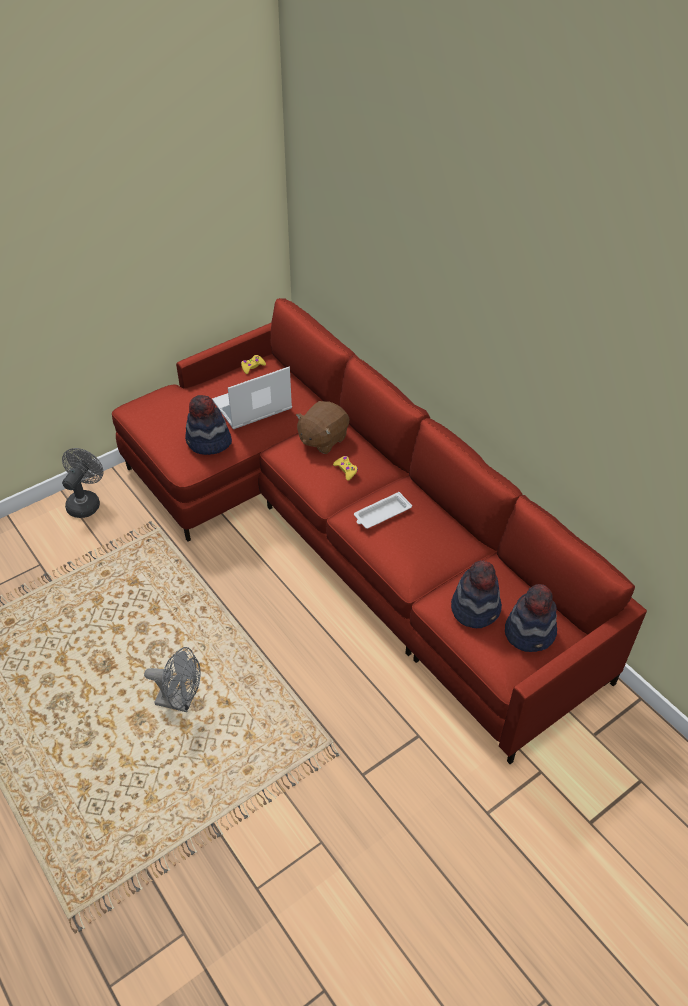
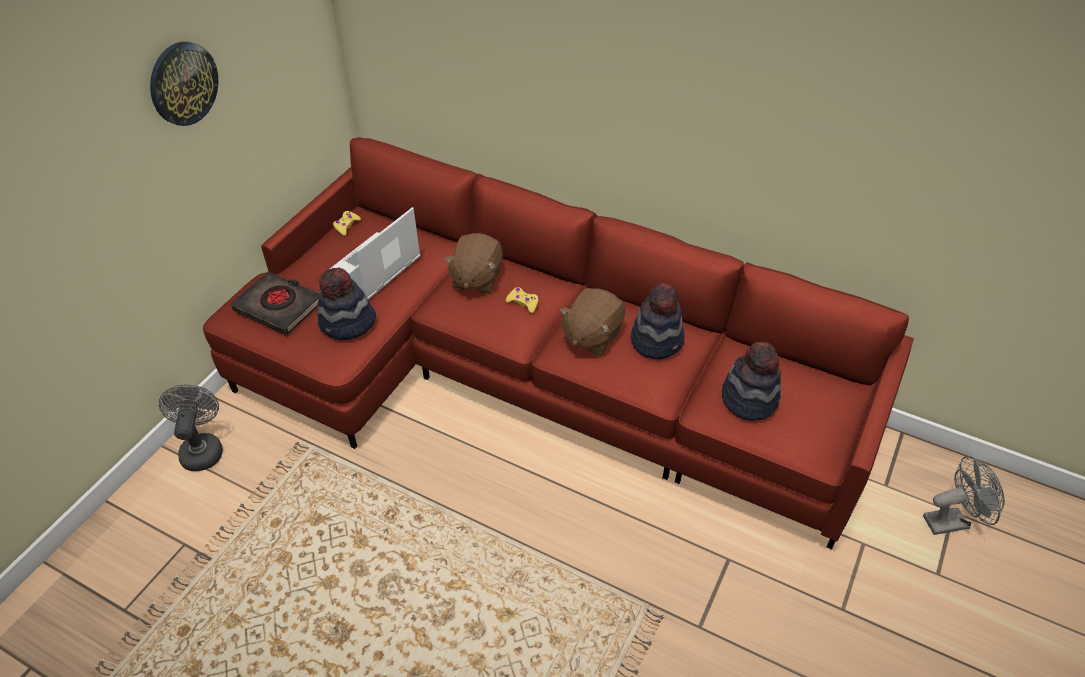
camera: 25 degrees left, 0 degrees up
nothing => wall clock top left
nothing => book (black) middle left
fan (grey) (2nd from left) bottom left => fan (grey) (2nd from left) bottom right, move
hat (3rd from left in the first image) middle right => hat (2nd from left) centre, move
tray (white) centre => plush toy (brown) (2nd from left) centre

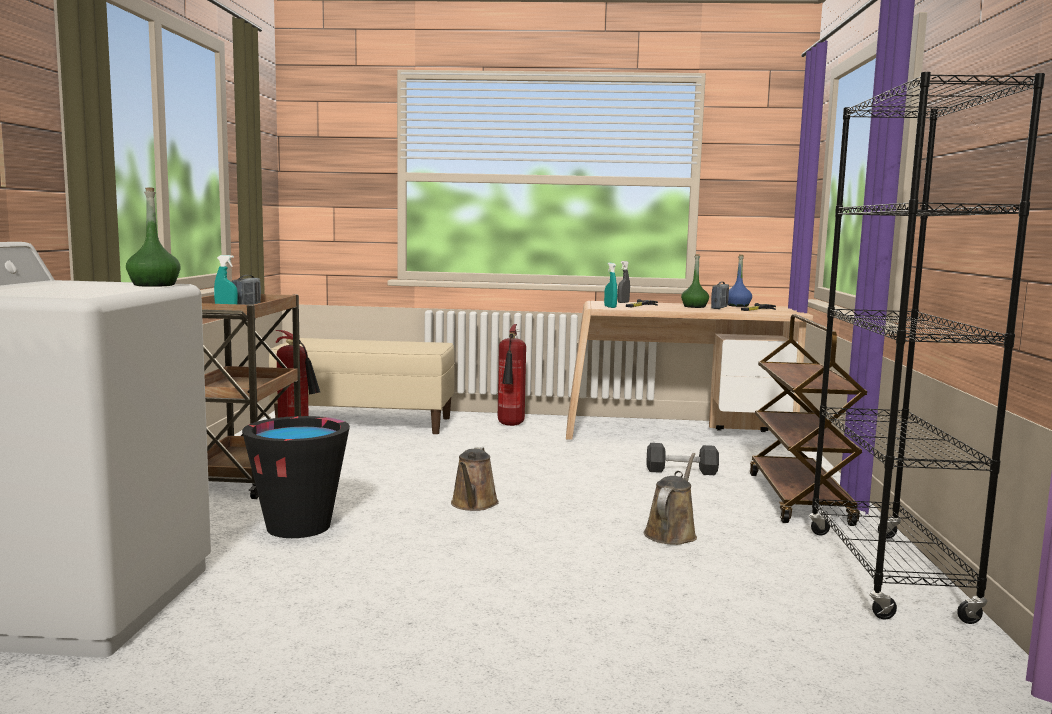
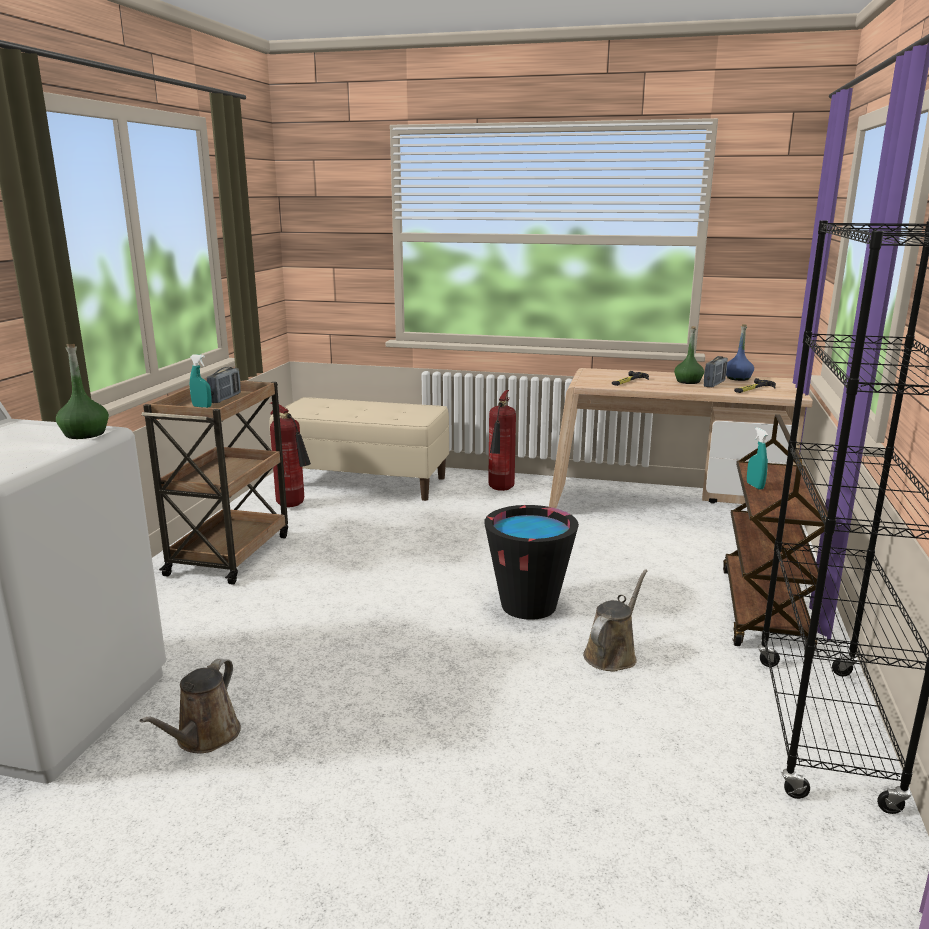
camera: 10 degrees right, 10 degrees up
spray bottle (grey) centre => nothing
dumbbell (black) centre => nothing
bucket (black) bottom left => bucket (black) centre, move
watering can (brown) (1st from left) bottom centre => watering can (brown) (1st from left) bottom left, move
spray bottle (turquoise) (2nd from left) centre => spray bottle (turquoise) (2nd from left) middle right, move

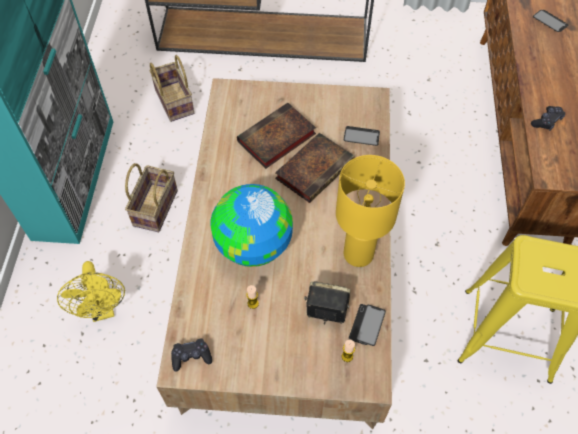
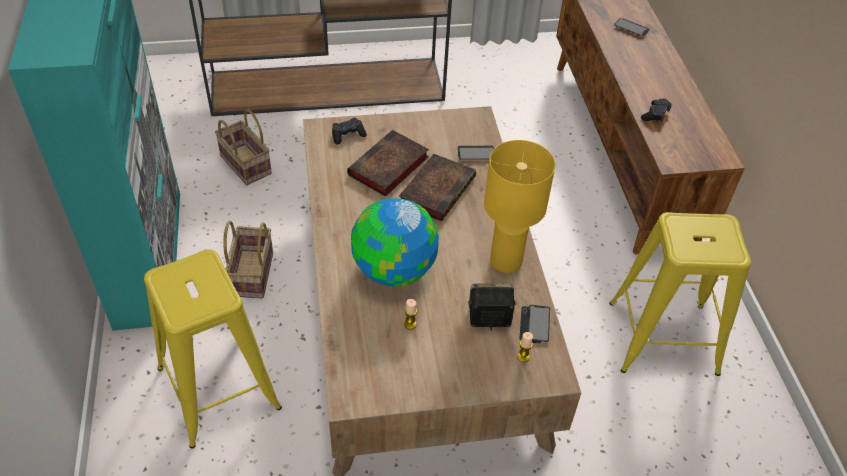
camera: 15 degrees left, 10 degrees down
game controller (black) (1st from left) bottom left => game controller (black) (1st from left) top centre, move
fan (yellow) bottom left => stool (yellow) (1st from left) bottom left

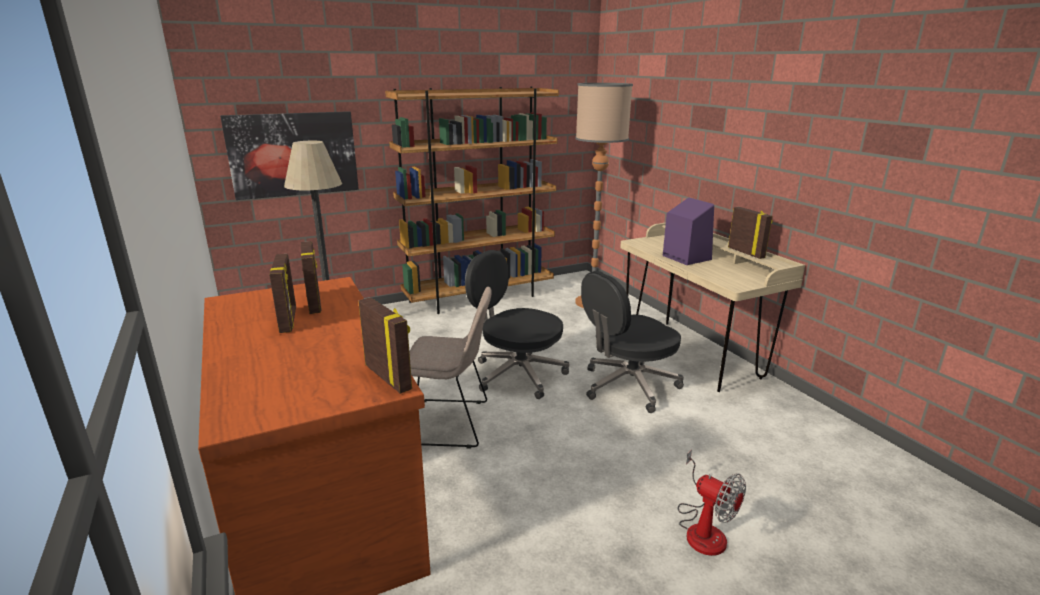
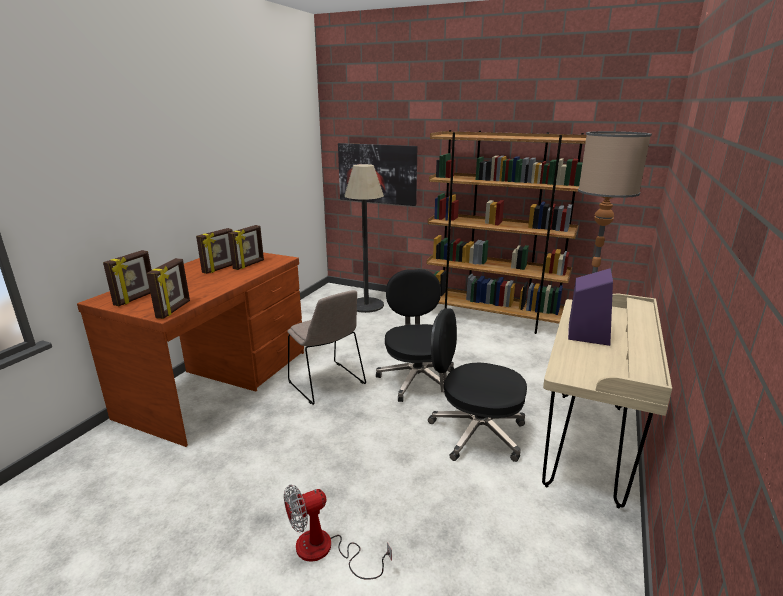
camera: 50 degrees right, 0 degrees up
picture frame (4th from left in the first image) middle right => picture frame (1st from left) middle left, move
fan bottom right => fan bottom centre, 60 degrees clockwise

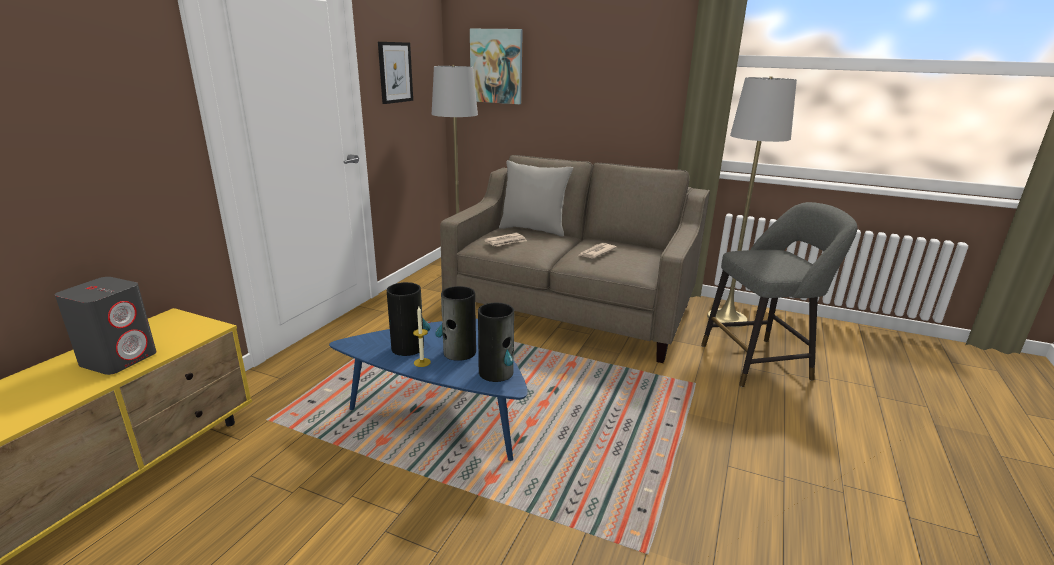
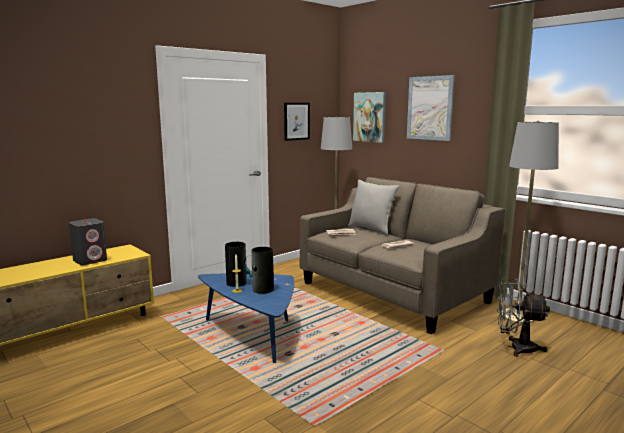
camera: 25 degrees right, 10 degrees down
vase (3rd from left) centre => nothing
nothing => picture (3rd from left) top right
stool (grey) middle right => fan (grey) bottom right

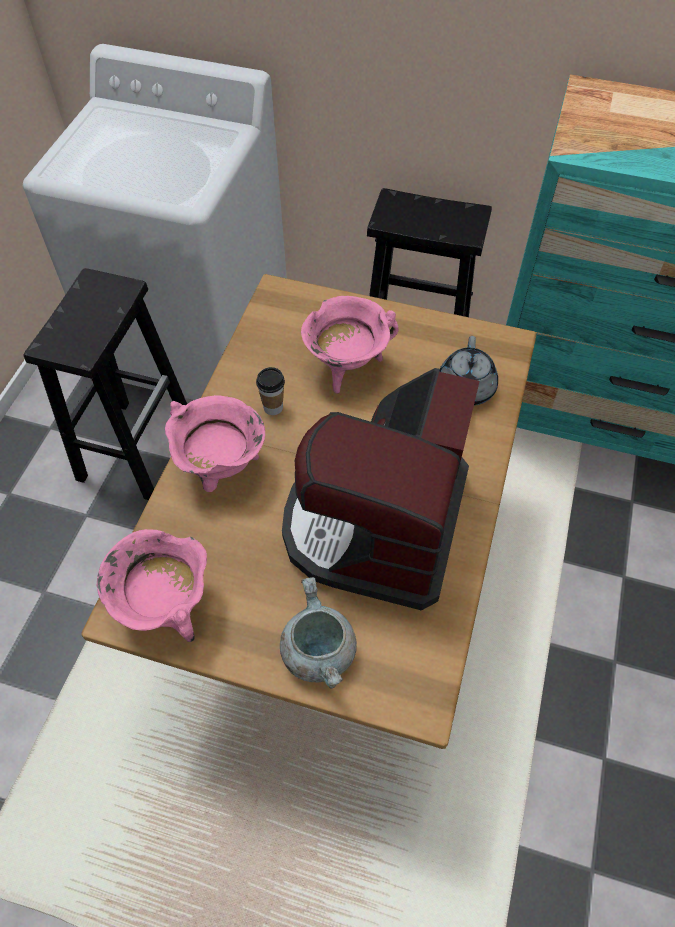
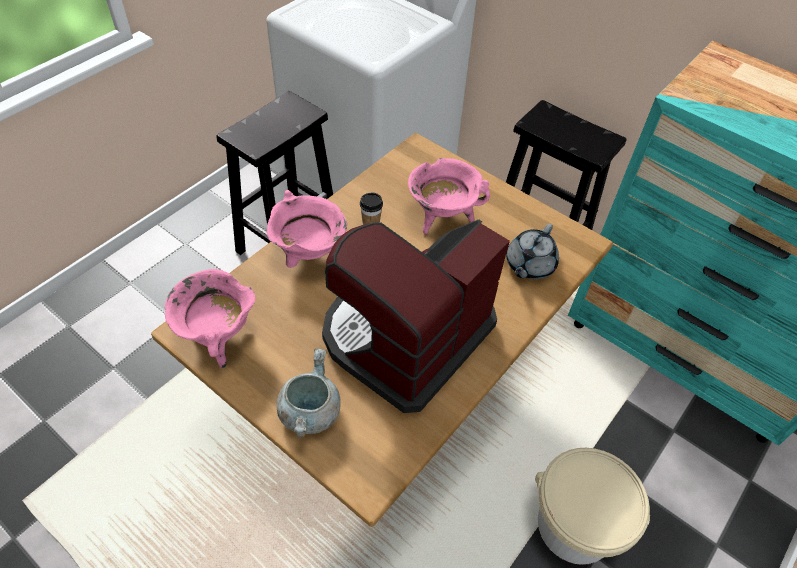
camera: 20 degrees right, 5 degrees down
nothing => bucket (beige) bottom right

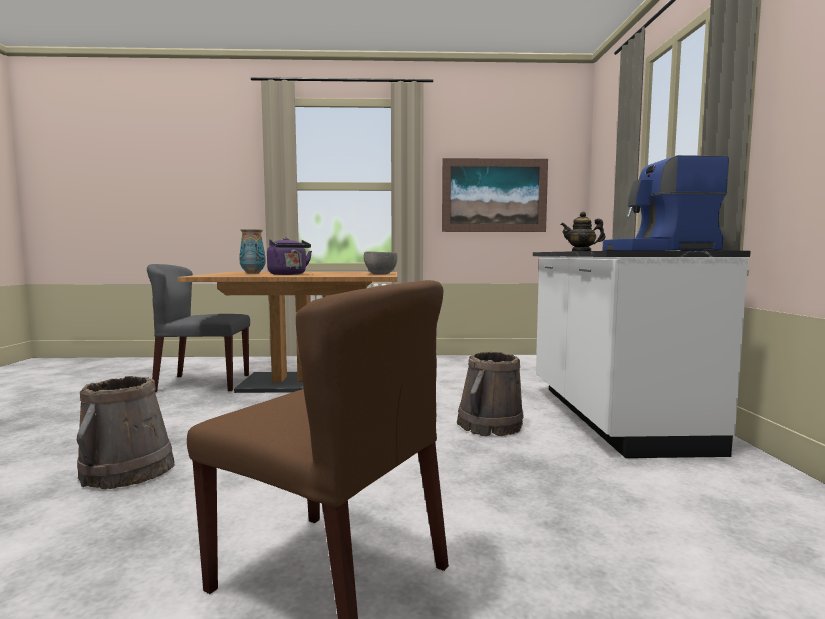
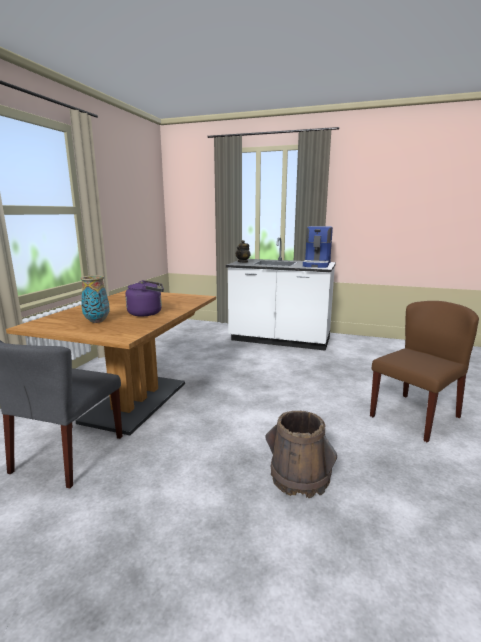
camera: 70 degrees left, 10 degrees up
bowl (grey) centre => nothing
picture top centre => nothing
bucket (brown) (2nd from left) centre => nothing

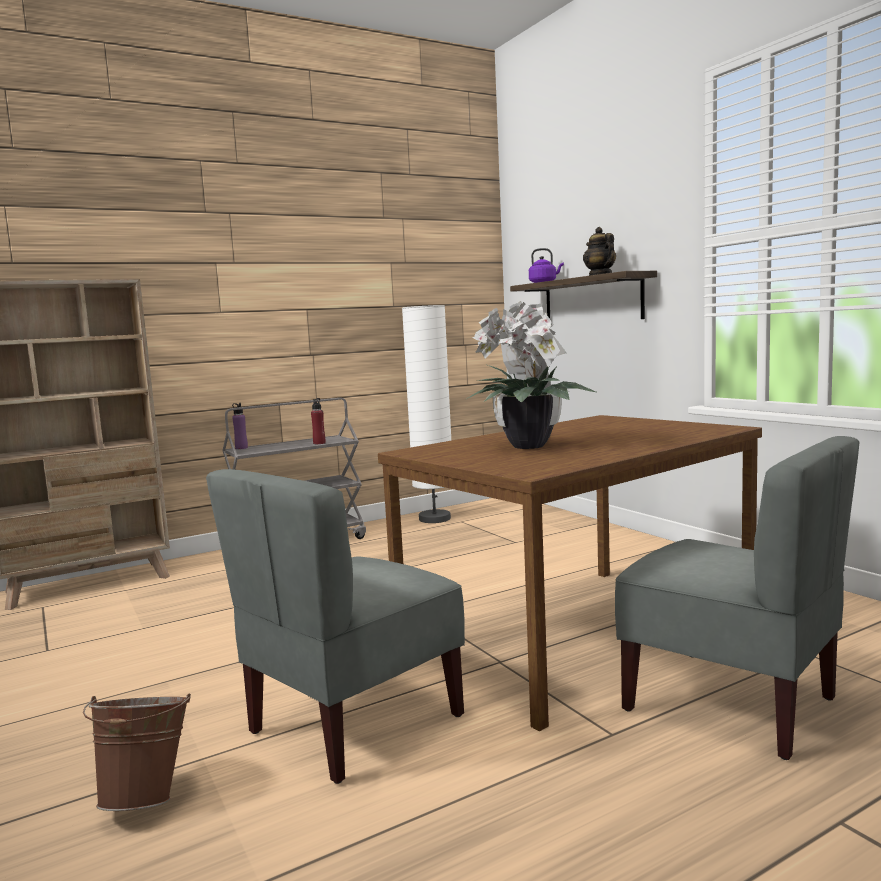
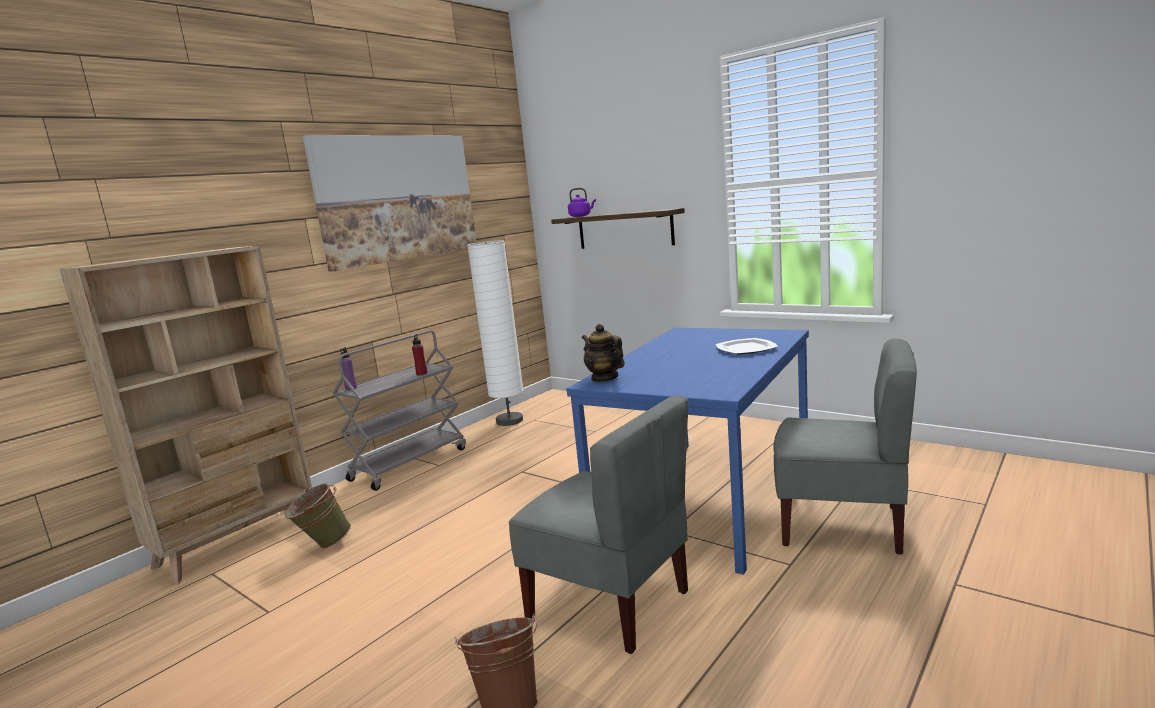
camera: 20 degrees left, 5 degrees up
potted plant centre => nothing
nothing => bucket (green) bottom left
nothing => picture top centre
nothing => plate centre
teapot top right => teapot centre, move
dining table (brown) centre => dining table (blue) centre
chair (grey) (1st from left) bottom centre, 75 degrees counterclockwise

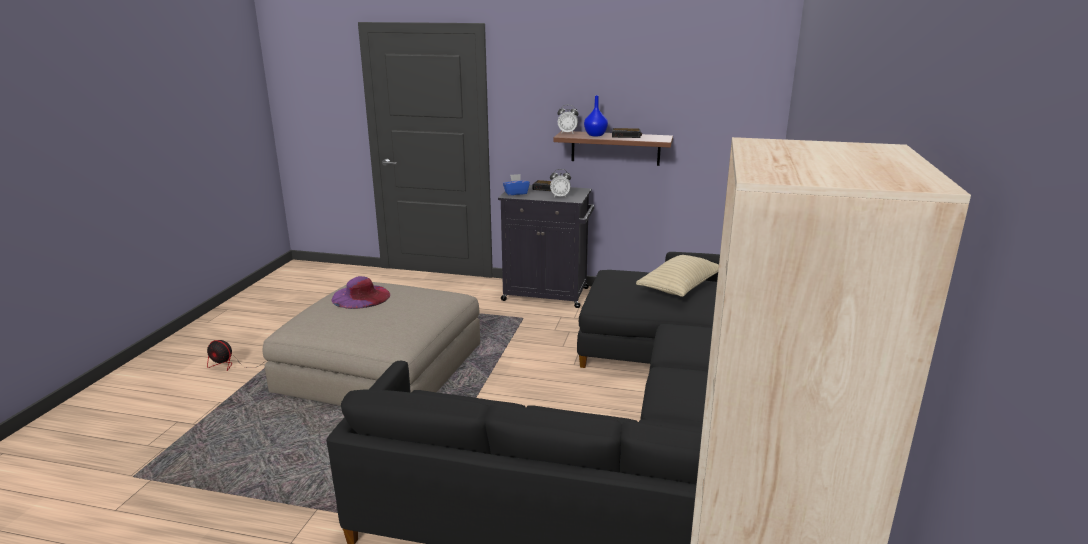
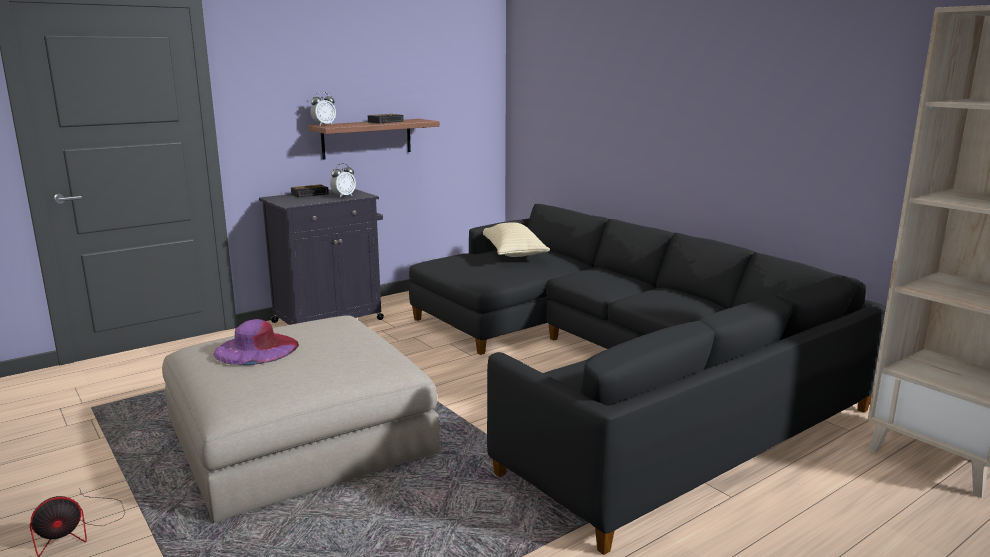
camera: 50 degrees left, 5 degrees down
tissue box (blue) centre => nothing
vase (blue) top centre => nothing

